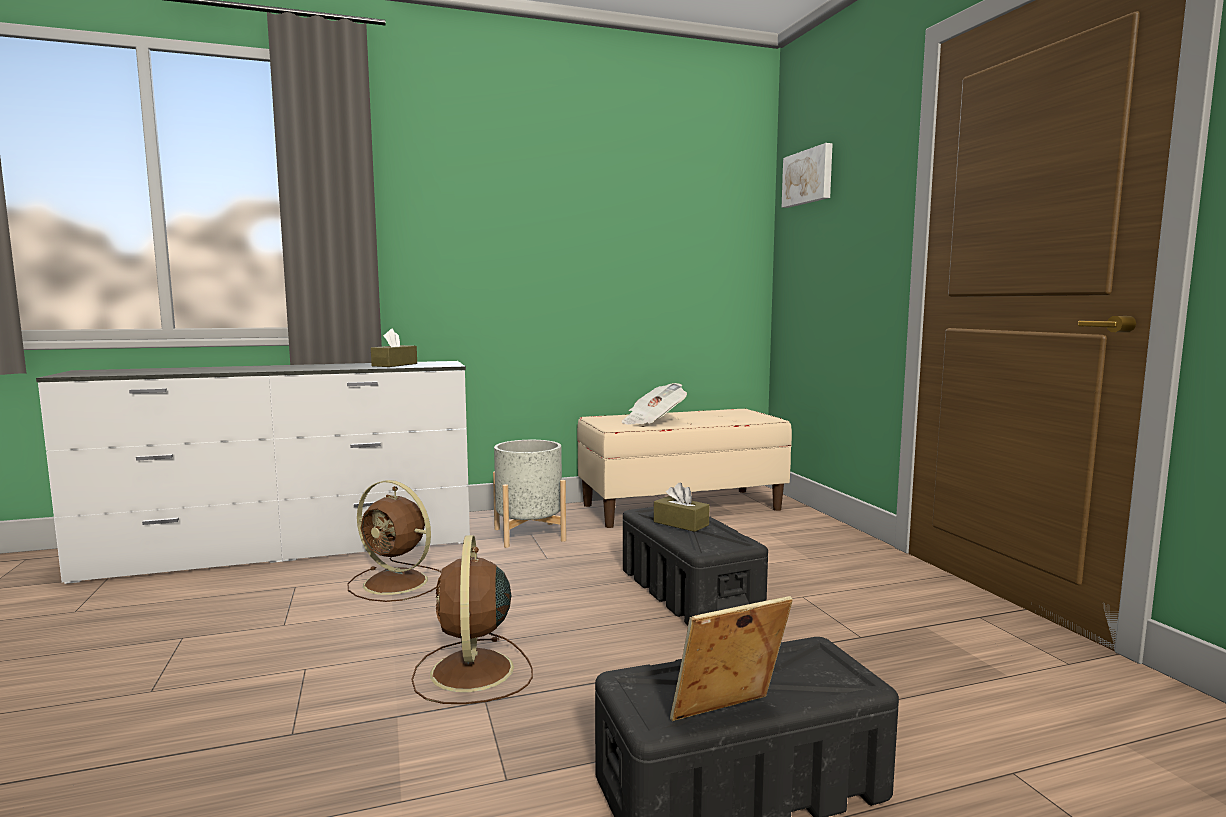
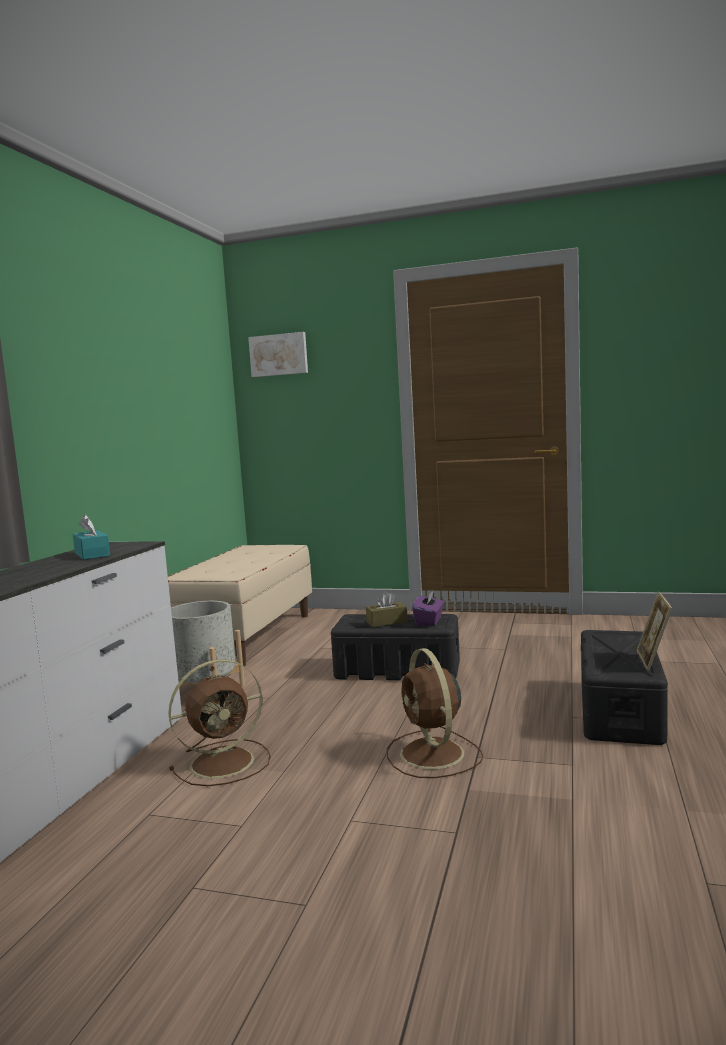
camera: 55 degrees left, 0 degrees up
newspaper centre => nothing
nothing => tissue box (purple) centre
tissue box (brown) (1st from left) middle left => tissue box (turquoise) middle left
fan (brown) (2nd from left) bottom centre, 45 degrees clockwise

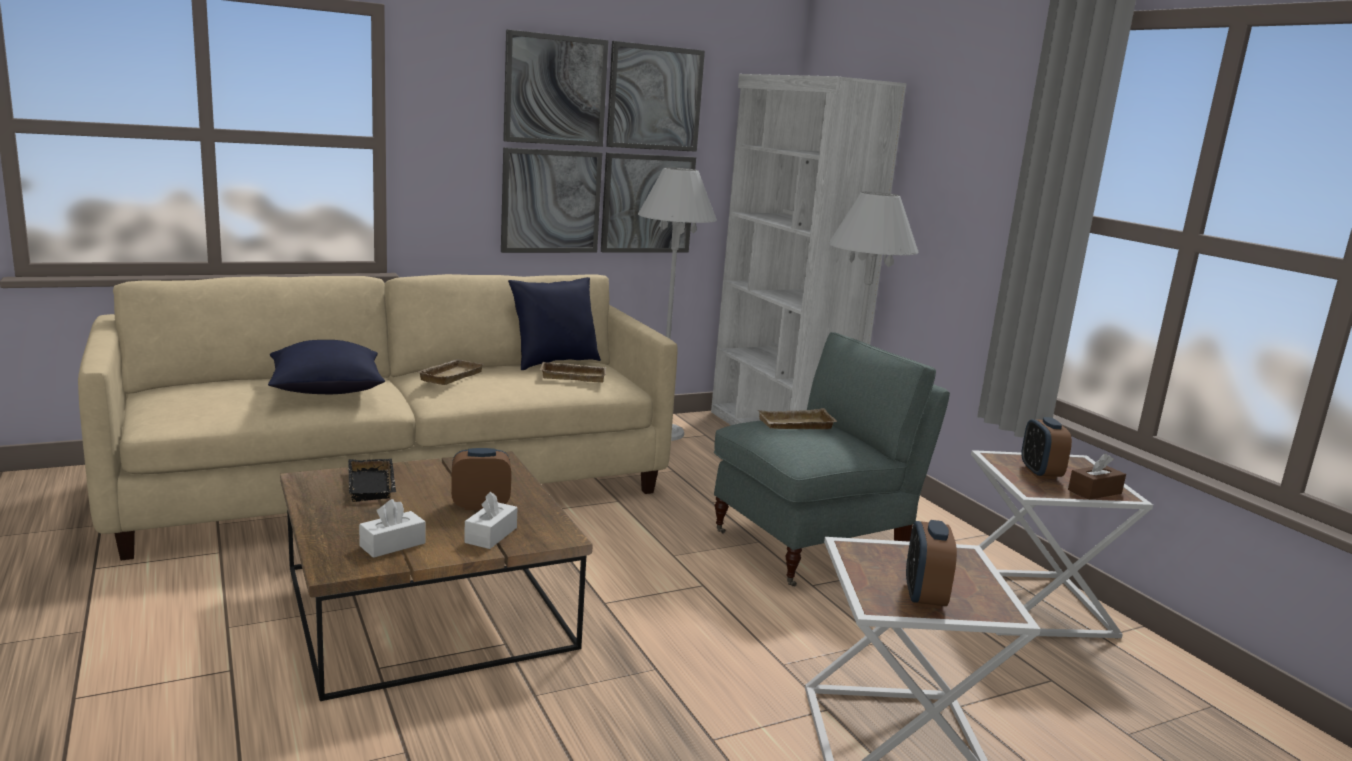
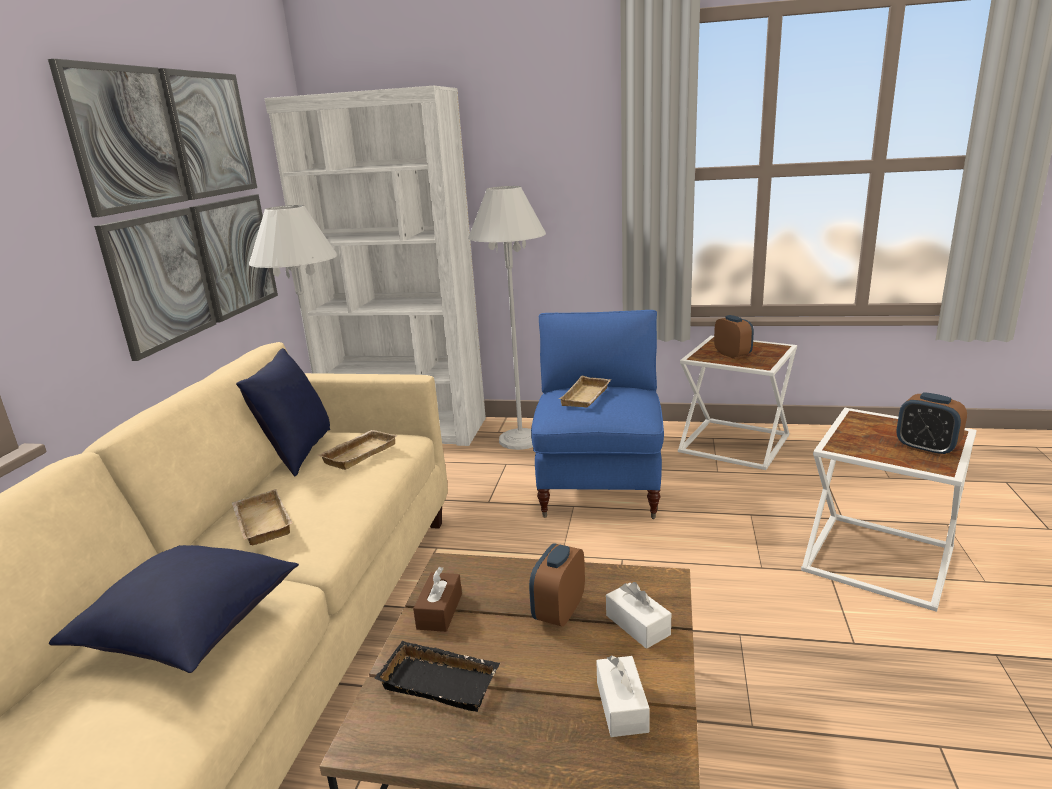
camera: 50 degrees left, 5 degrees up
tissue box (brown) middle right => tissue box (brown) bottom centre, move
armchair (grey) centre => armchair (blue) centre
alarm clock (3rd from left in the first image) middle right => alarm clock (2nd from left) middle right, 150 degrees counterclockwise

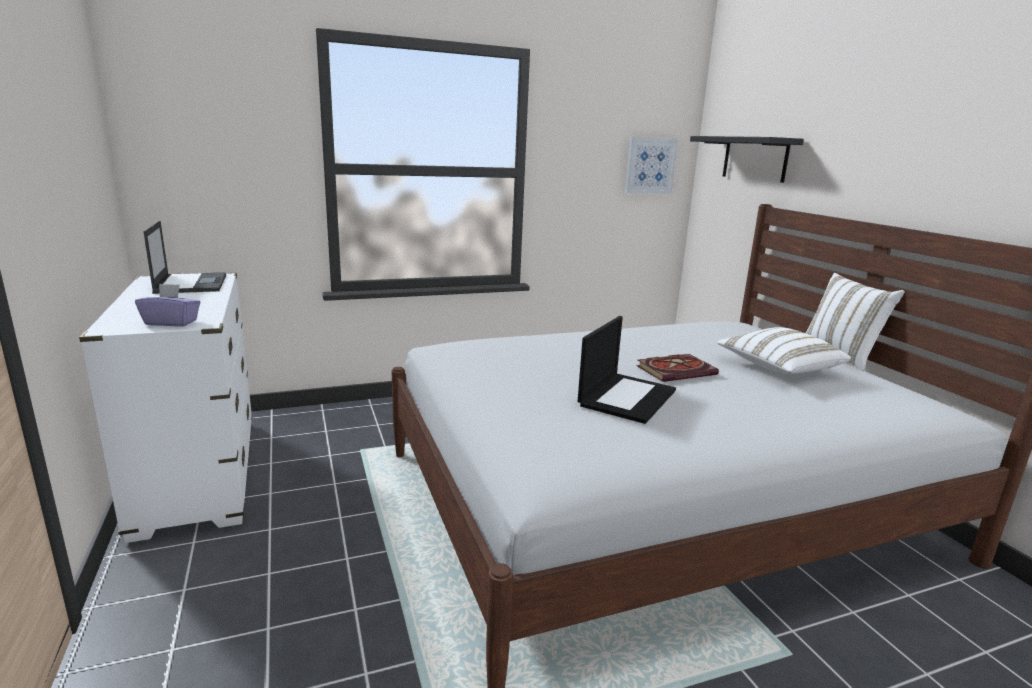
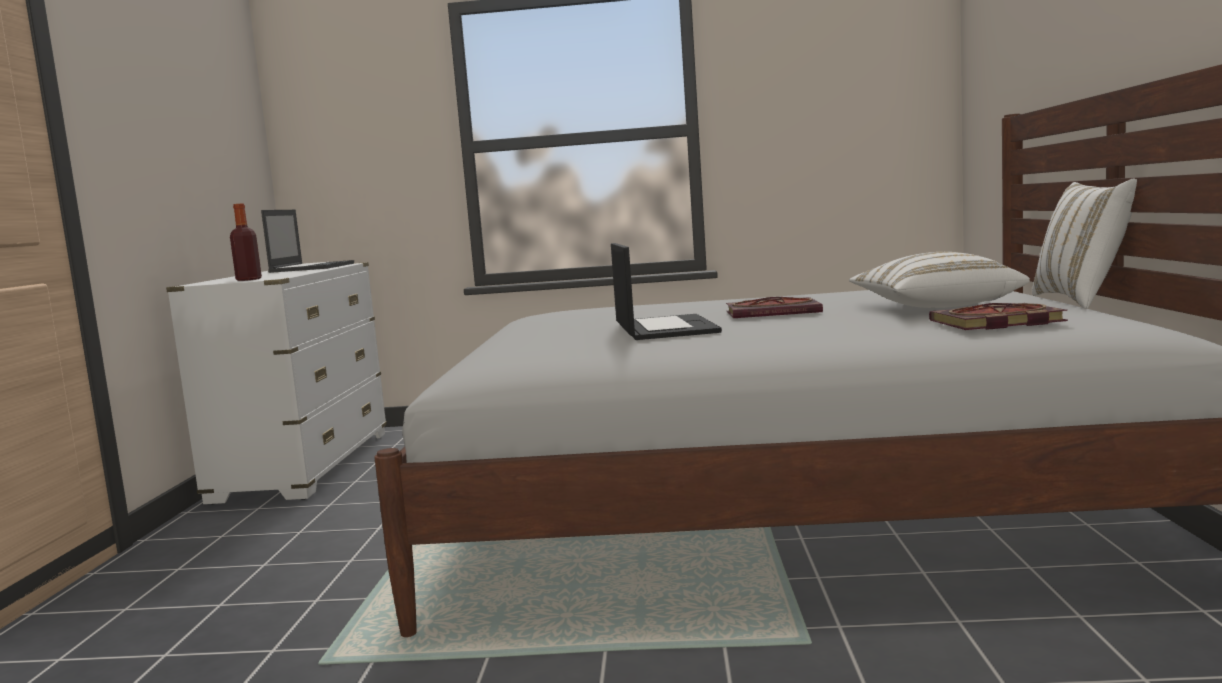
camera: 25 degrees right, 10 degrees down
picture top centre => nothing
shelf (black) top right => nothing
nothing => book (2nd from left) middle right
tissue box (purple) middle left => bottle middle left
laptop (2nd from left) centre, 60 degrees counterclockwise

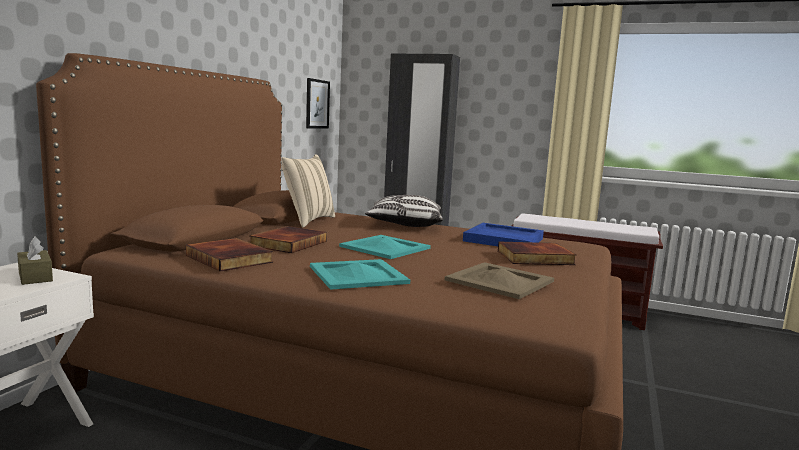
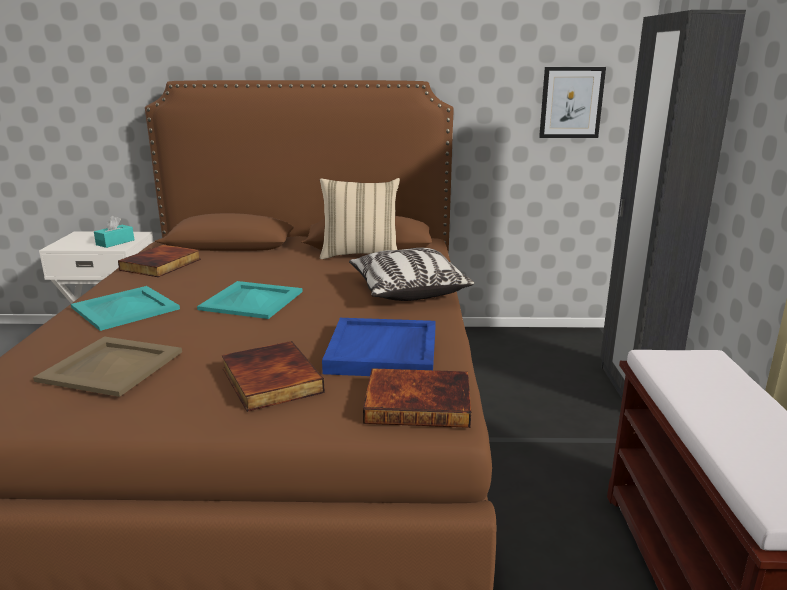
camera: 70 degrees right, 10 degrees up
book (2nd from left in the first image) centre => book (3rd from left) bottom centre, move
tissue box (brown) middle left => tissue box (turquoise) middle left

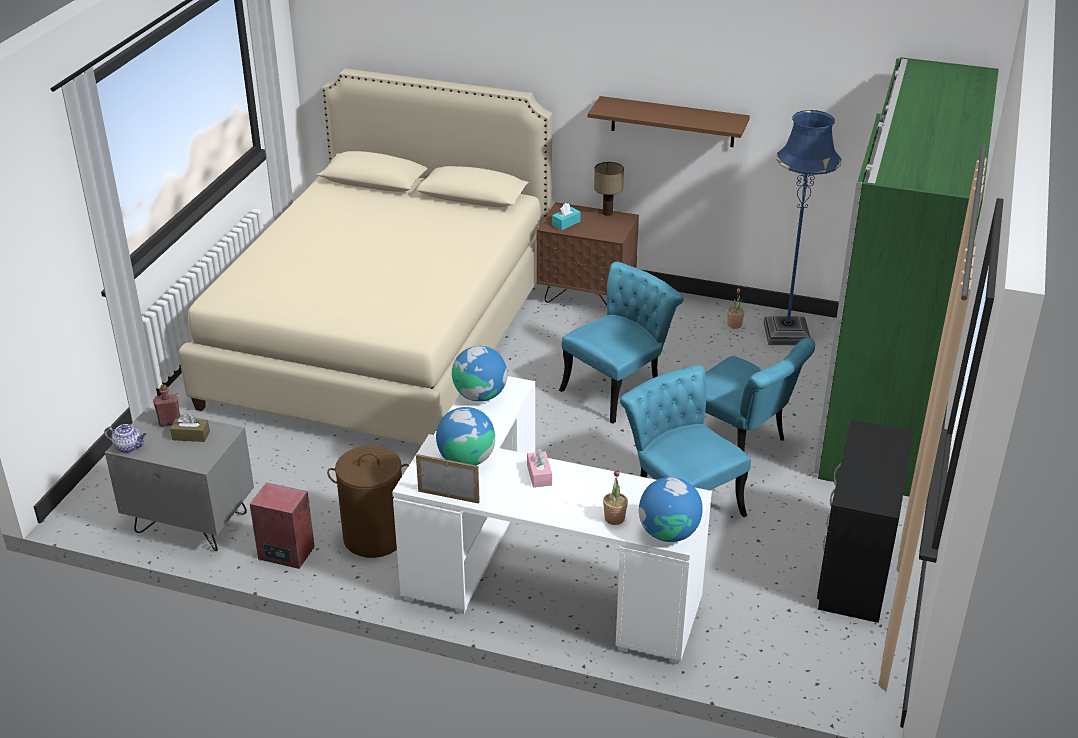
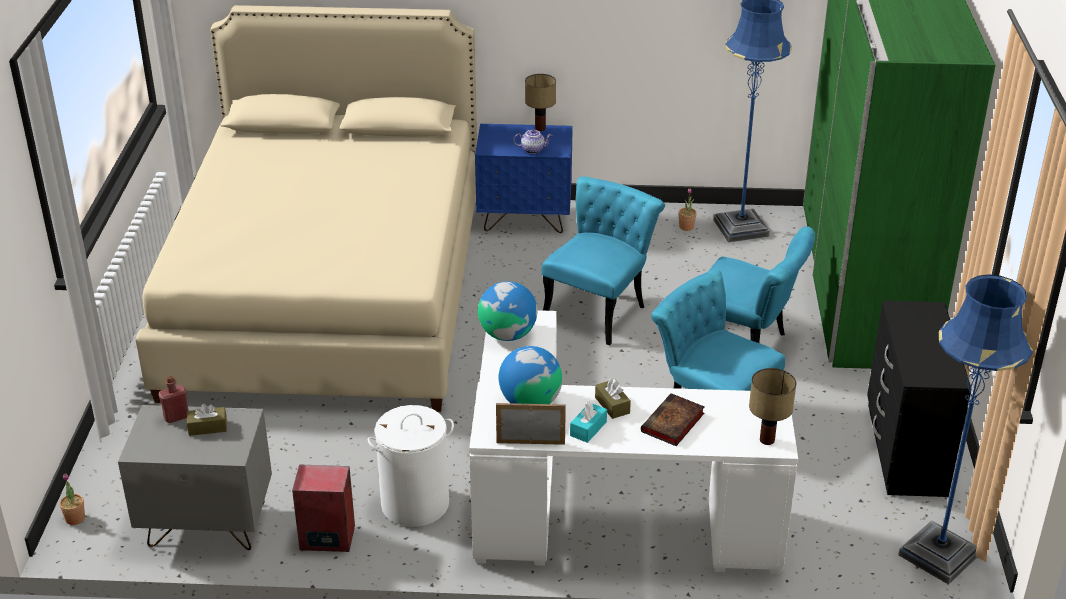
camera: 15 degrees left, 0 degrees up
shelf (brown) top centre => nothing
nothing => book bottom centre
nothing => floor lamp (blue) (2nd from left) bottom right
teapot middle left => teapot top centre, move
tissue box (turquoise) top centre => tissue box (turquoise) bottom centre, move
potted plant (1st from left) bottom centre => potted plant (1st from left) bottom left, move
globe (3rd from left) bottom centre => table lamp (2nd from left) bottom right
laundry basket (brown) bottom centre => laundry basket (white) bottom centre
tissue box (pink) centre => tissue box (brown) (2nd from left) centre
nightstand (brown) centre => nightstand (blue) top centre

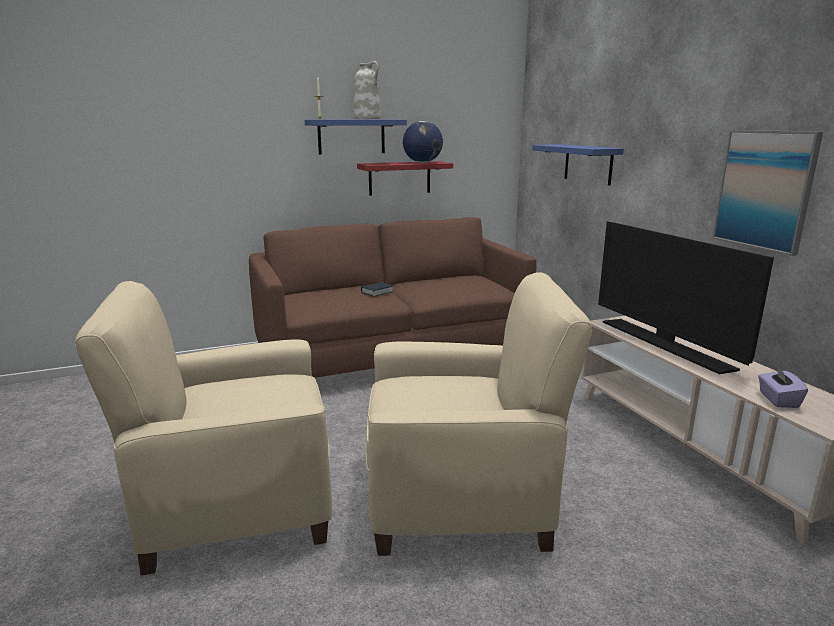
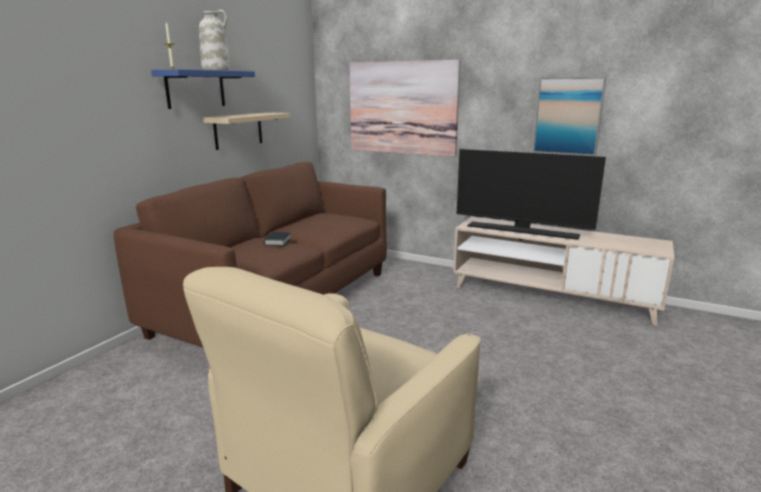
camera: 40 degrees left, 0 degrees up
armchair (beige) (2nd from left) centre => nothing
globe top centre => nothing
tissue box (purple) middle right => nothing
shelf (blue) (2nd from left) top right => picture (1st from left) top centre
shelf (red) top centre => shelf (beige) top left

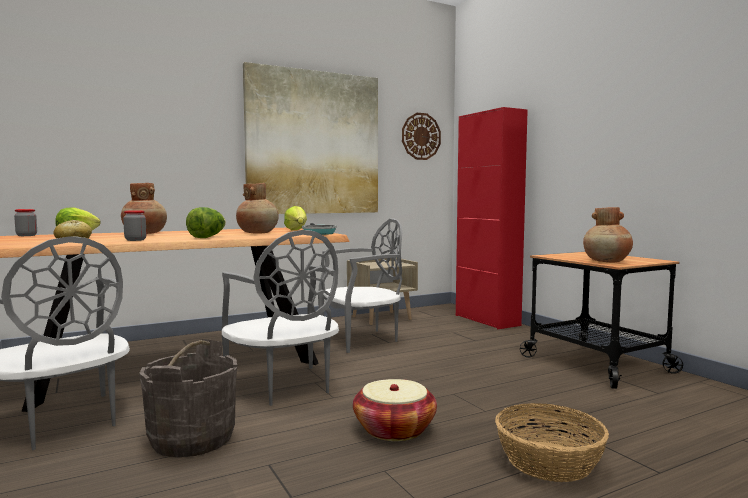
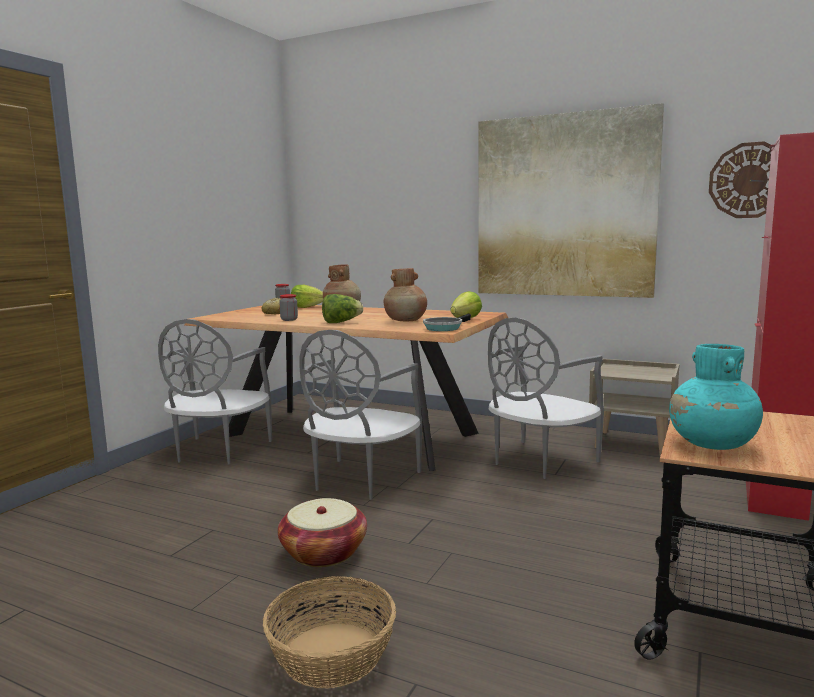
camera: 55 degrees right, 5 degrees up
bucket (grey) bottom left => nothing
vase (brown) (3rd from left) middle right => vase (turquoise) middle right
chair (grey) (3rd from left) centre => chair (grey) (3rd from left) middle right, 105 degrees clockwise

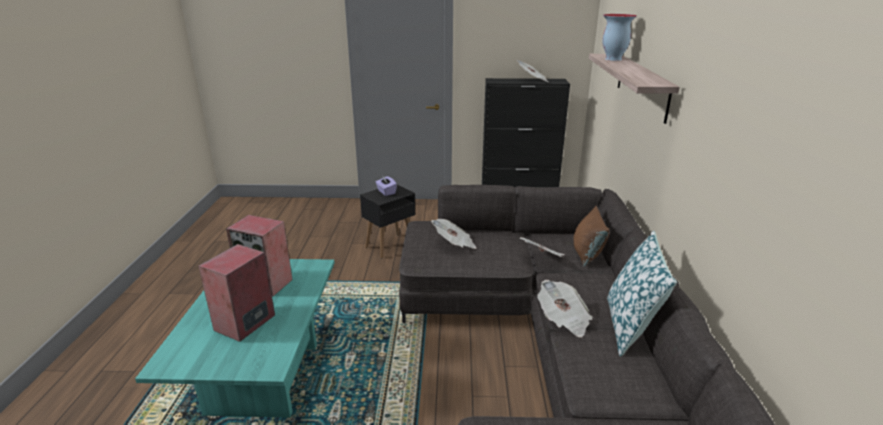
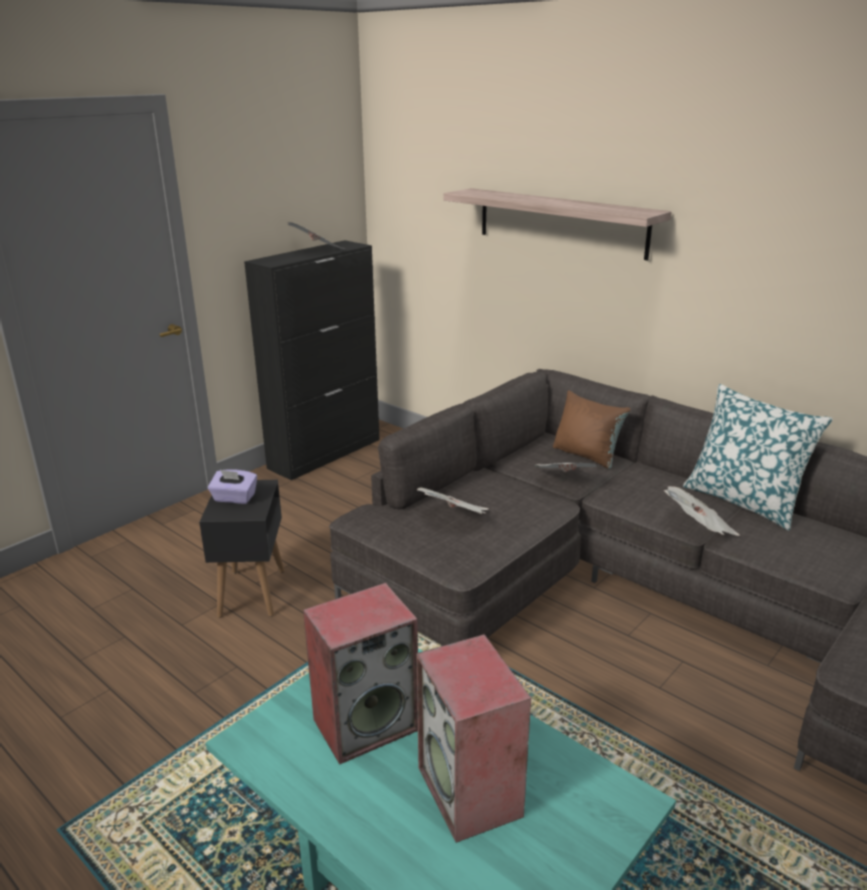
camera: 50 degrees left, 0 degrees up
vase top right => nothing

